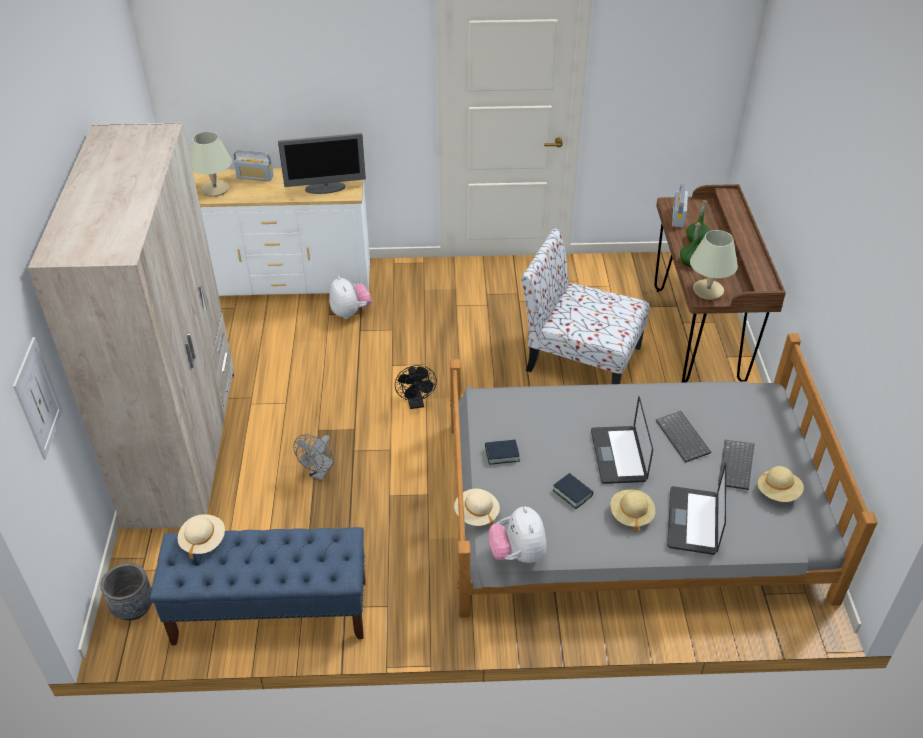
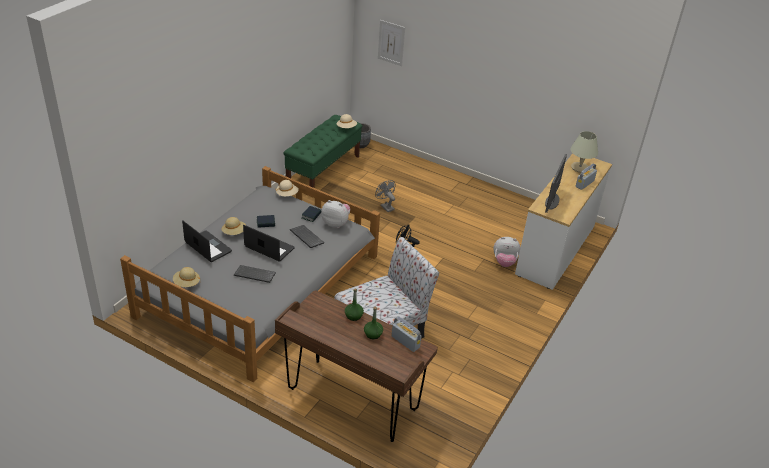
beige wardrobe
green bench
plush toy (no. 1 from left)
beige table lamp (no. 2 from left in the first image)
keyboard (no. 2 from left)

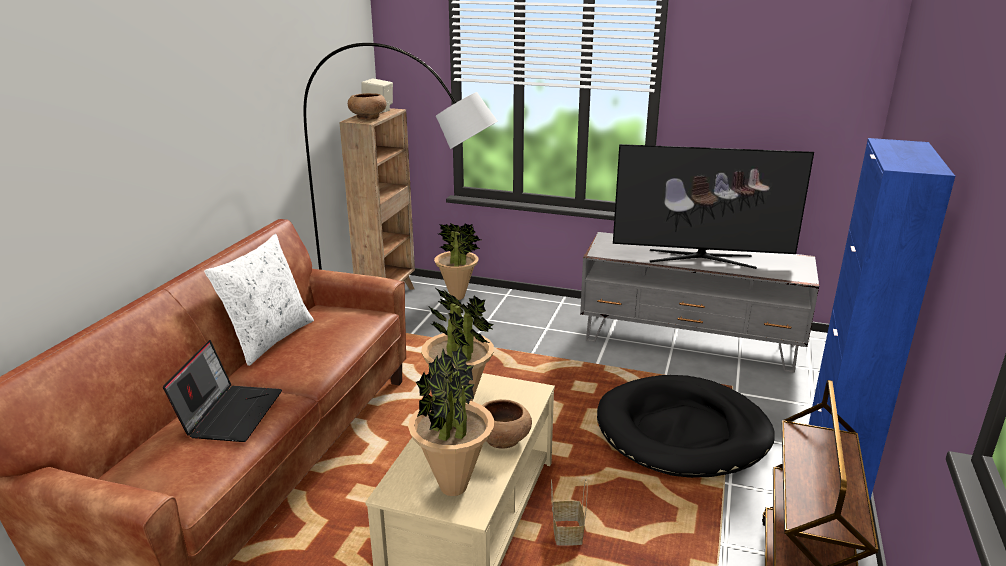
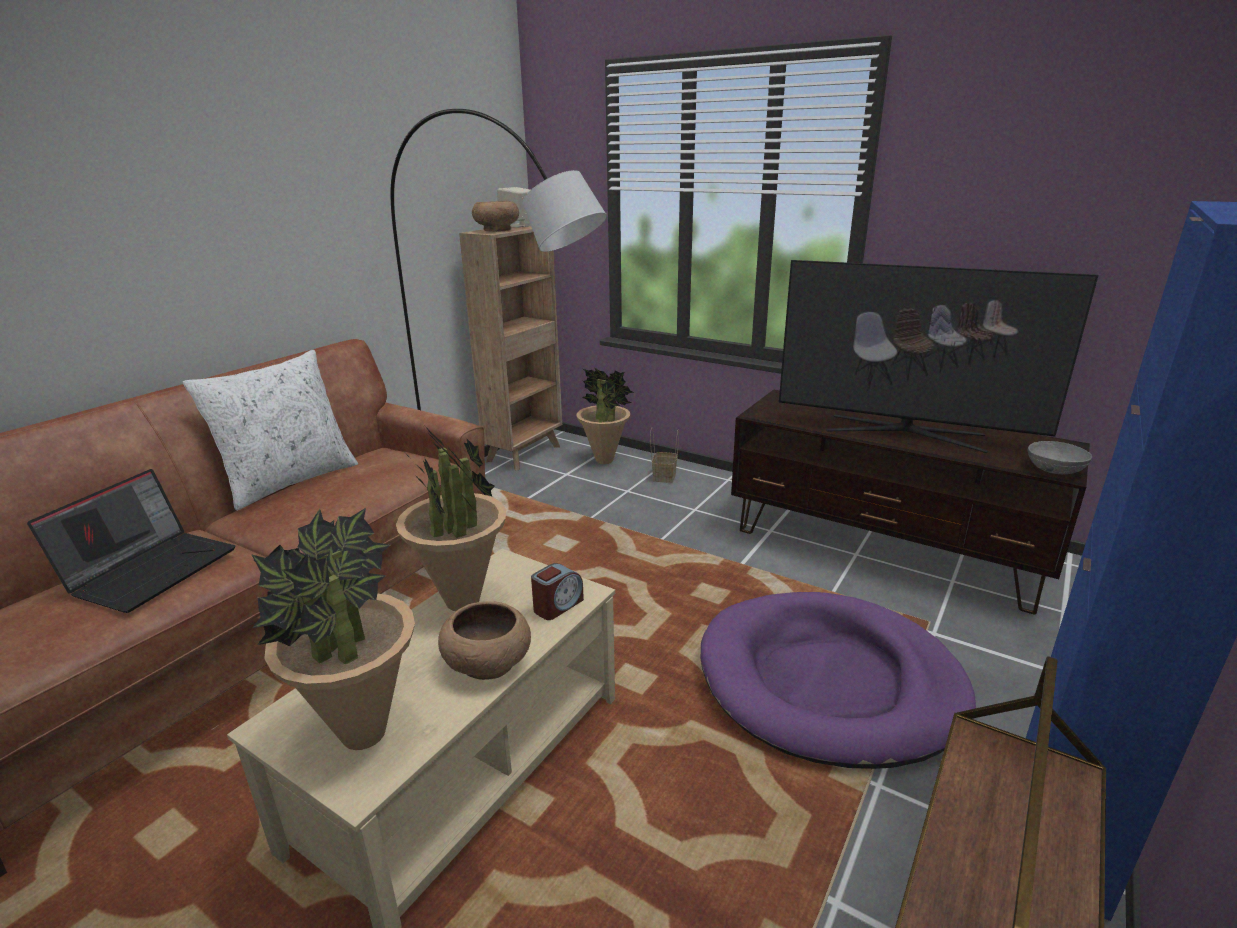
basket
brown tv stand
purple dog bed
alarm clock
grey bowl

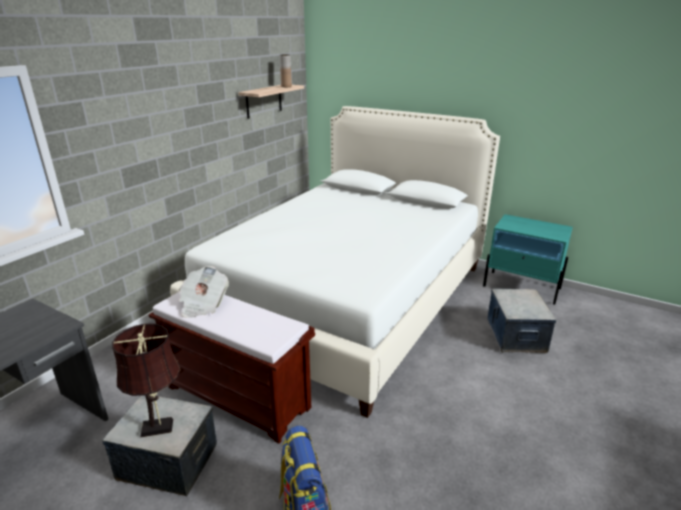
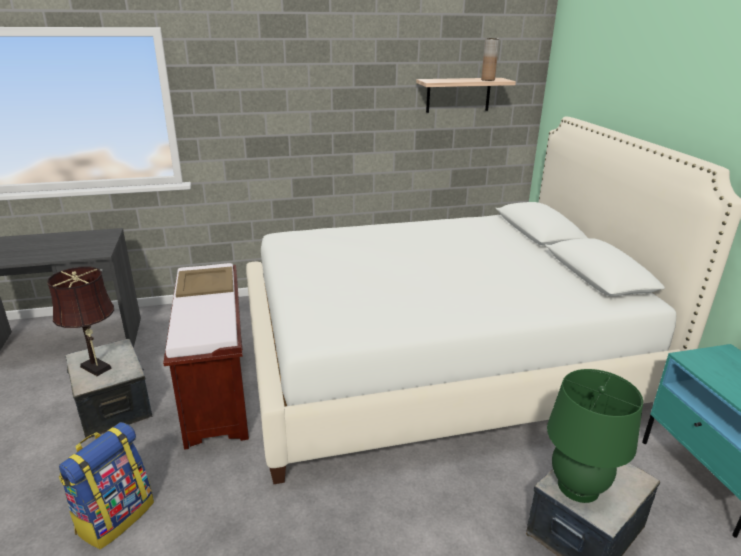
beige tray
green table lamp

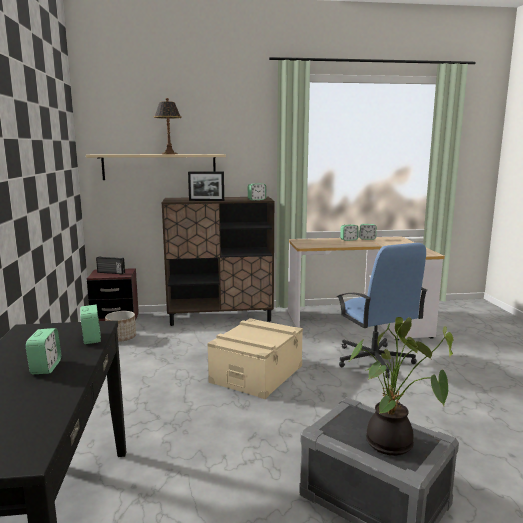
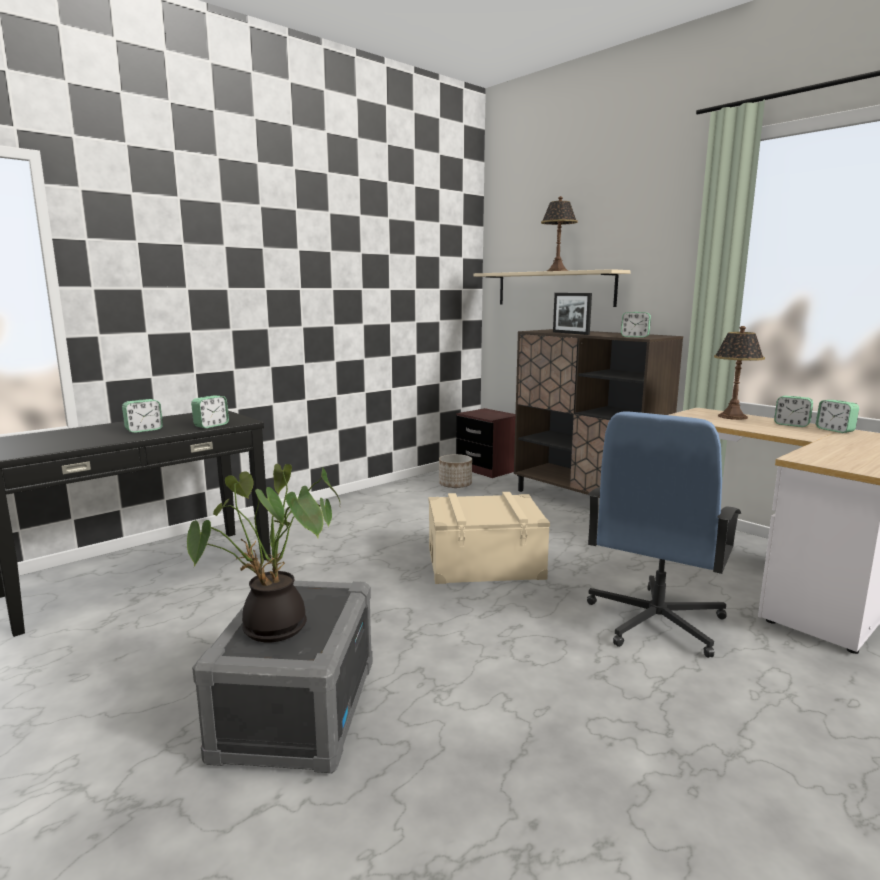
radio
table lamp (no. 2 from left)

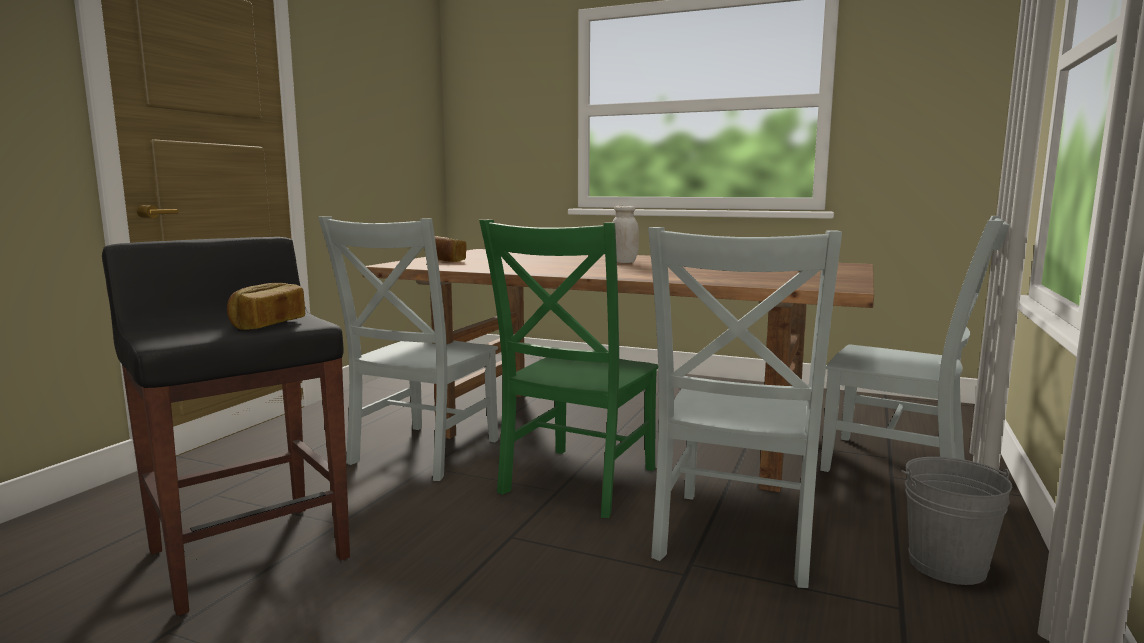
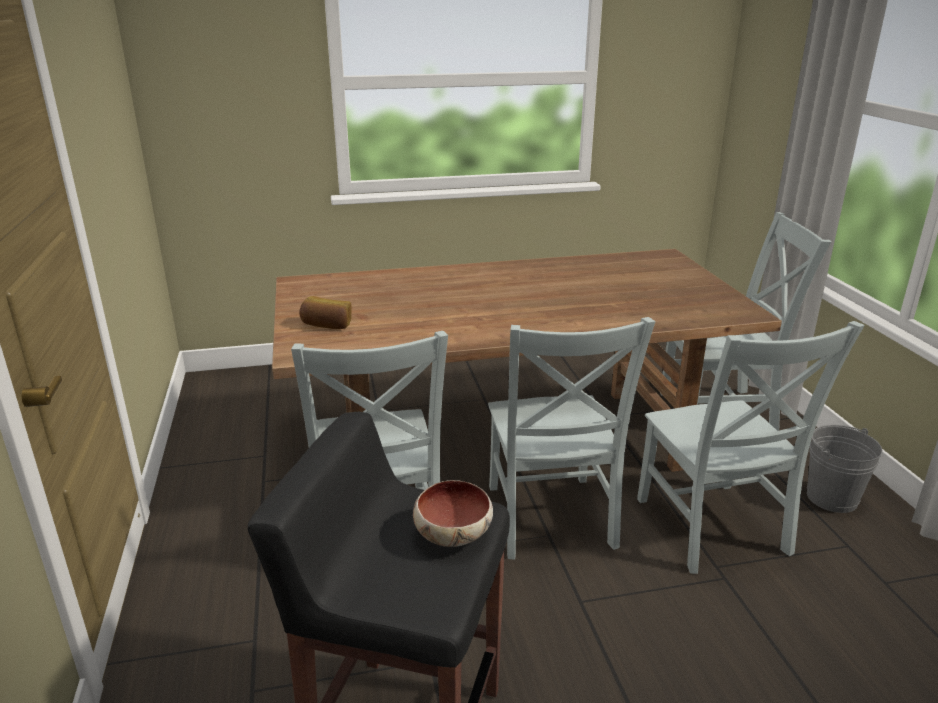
bowl
grey chair (no. 2 from left)
white jar

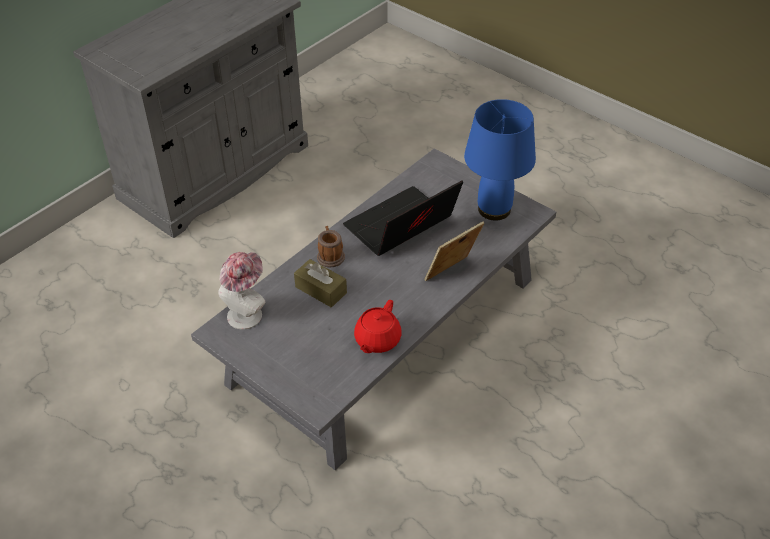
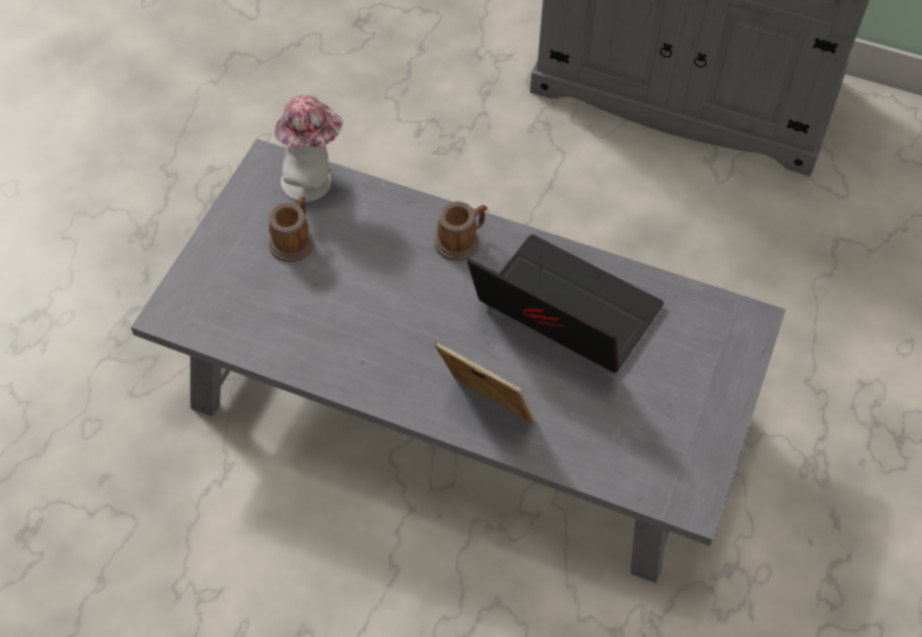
brown tissue box
red teapot
blue table lamp
mug (no. 1 from left)

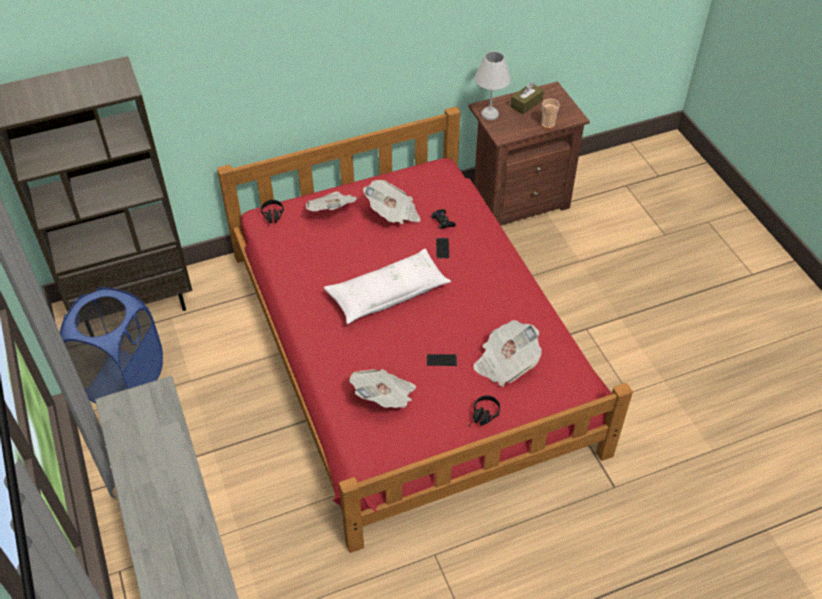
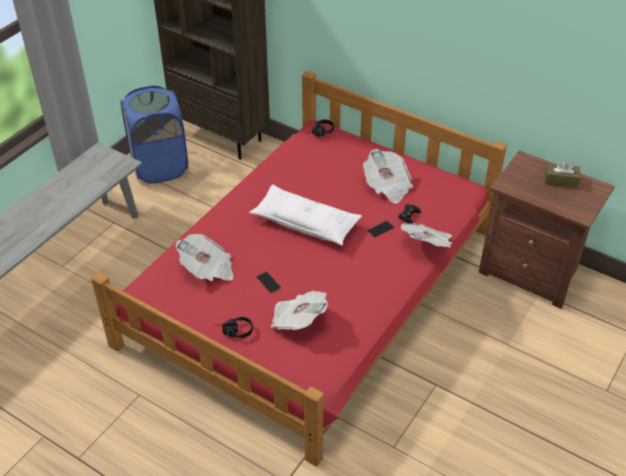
newspaper (no. 4 from left)
white table lamp
cup

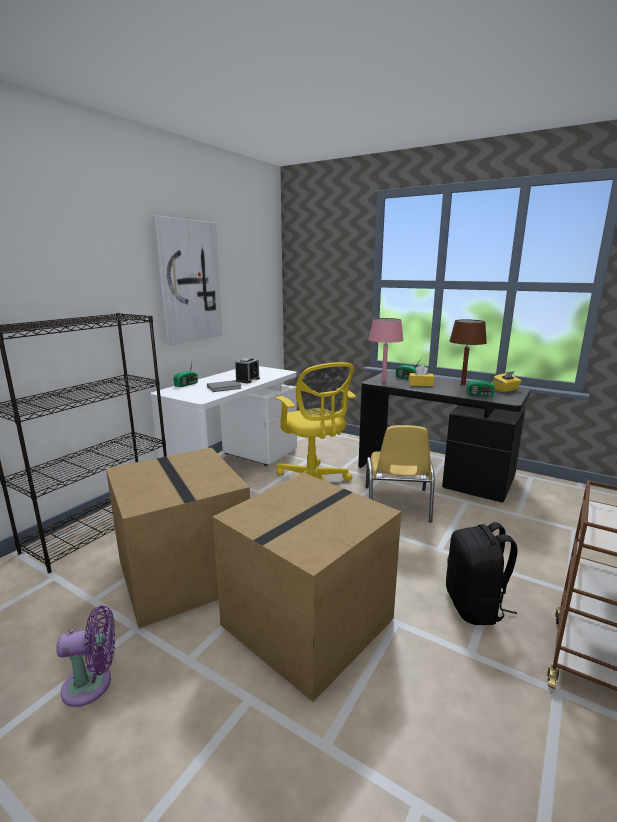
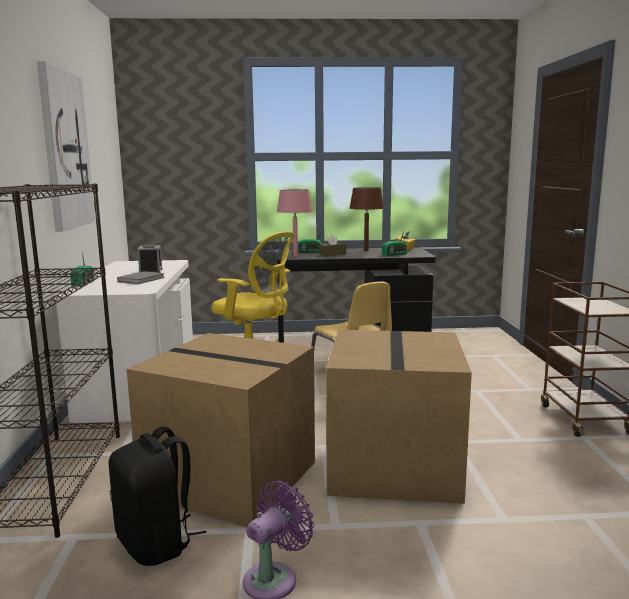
brown tissue box
black backpack

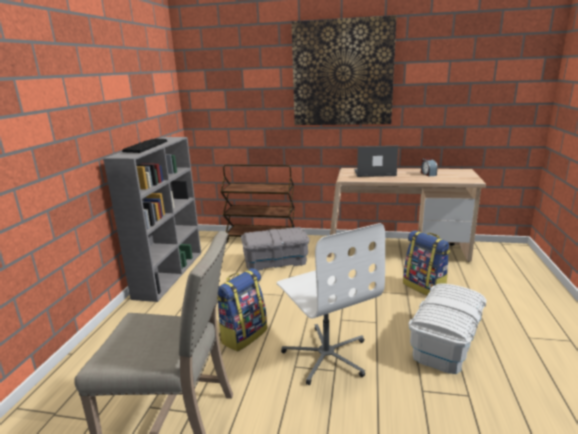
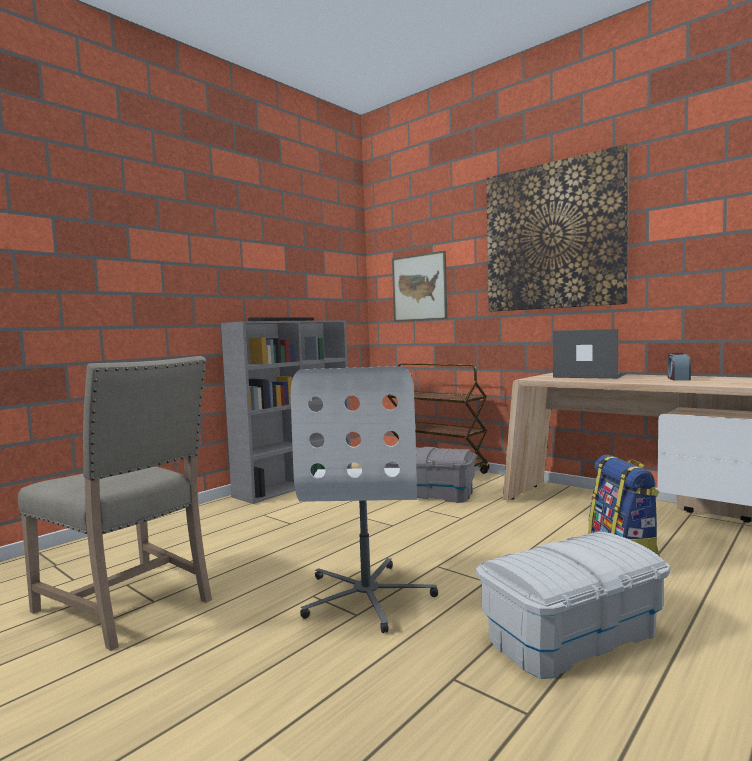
backpack (no. 1 from left in the first image)
picture (no. 1 from left)

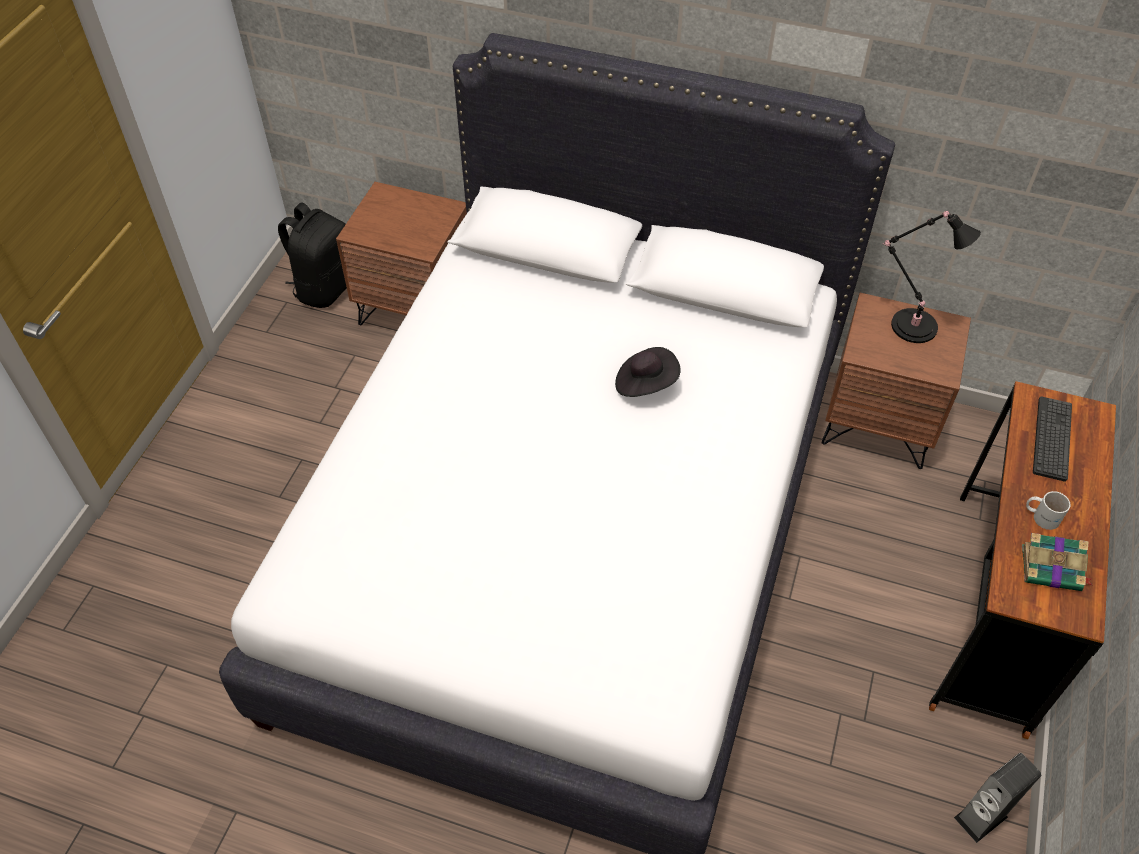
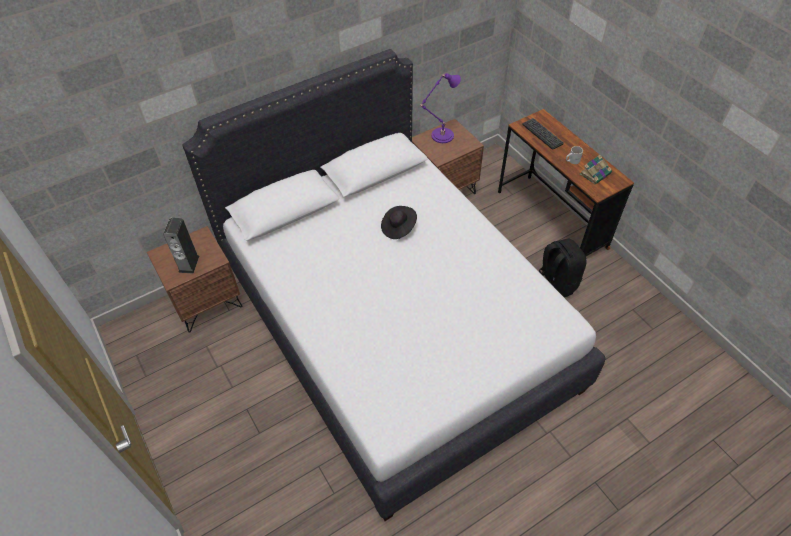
black backpack
purple table lamp
speaker

